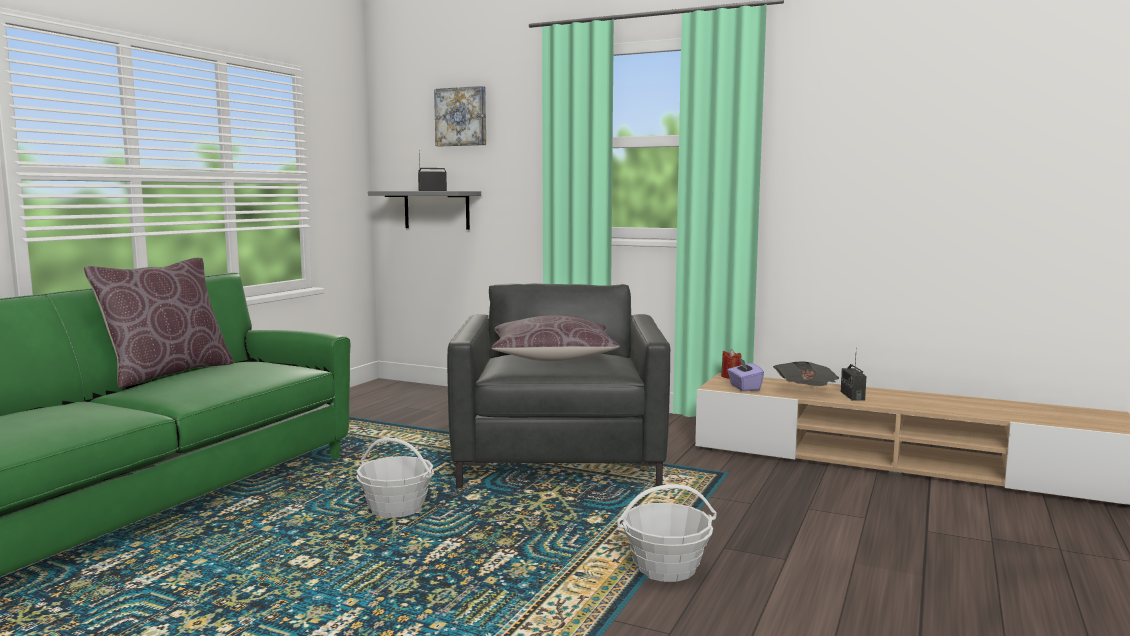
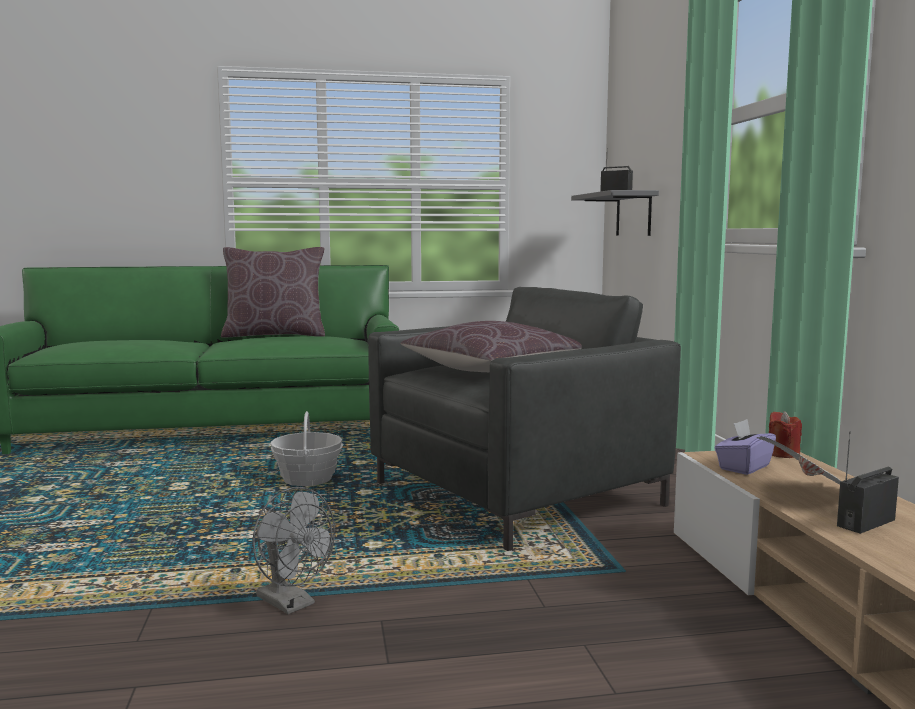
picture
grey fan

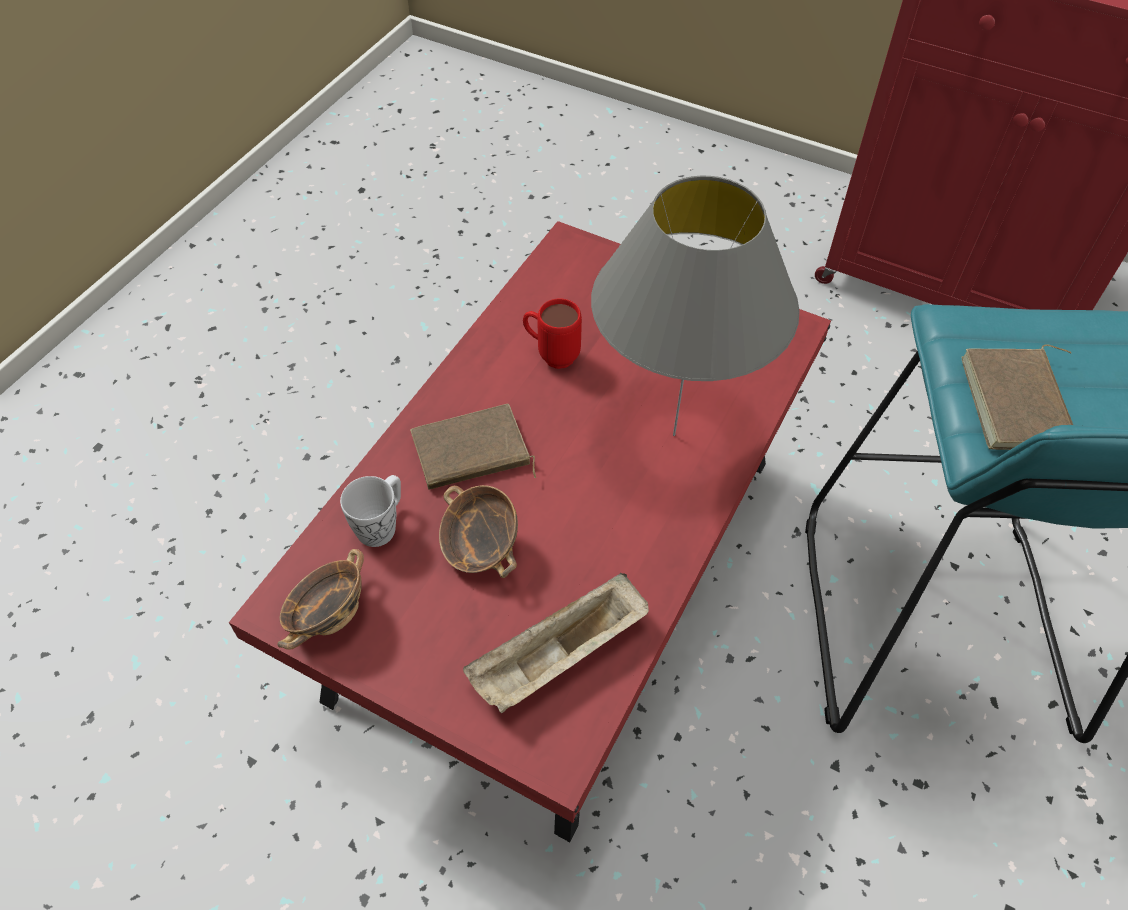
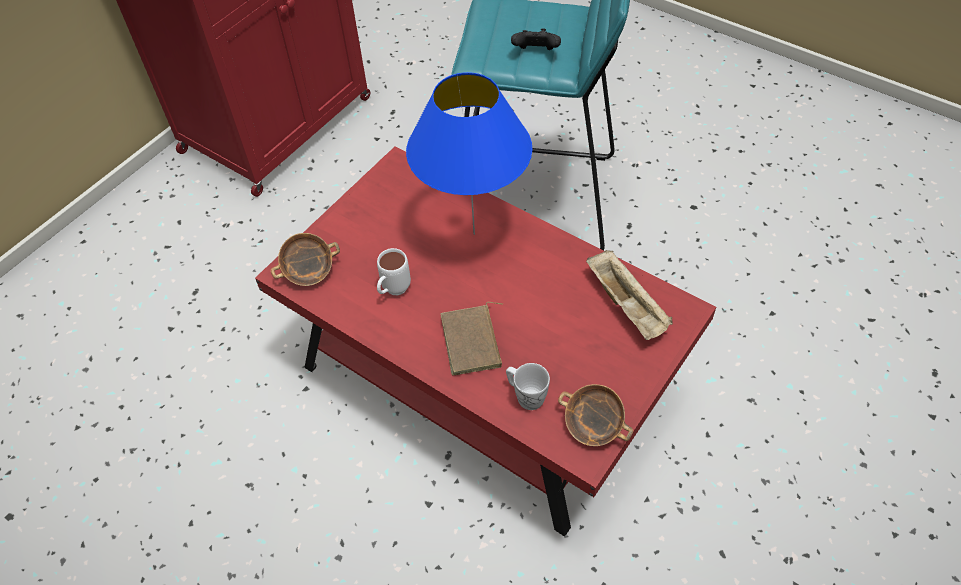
bowl (no. 1 from left)
white mug (no. 1 from left)
blue table lamp
black game controller

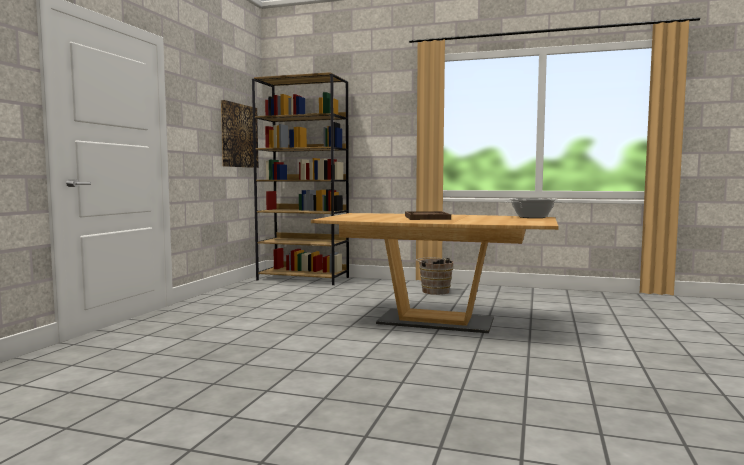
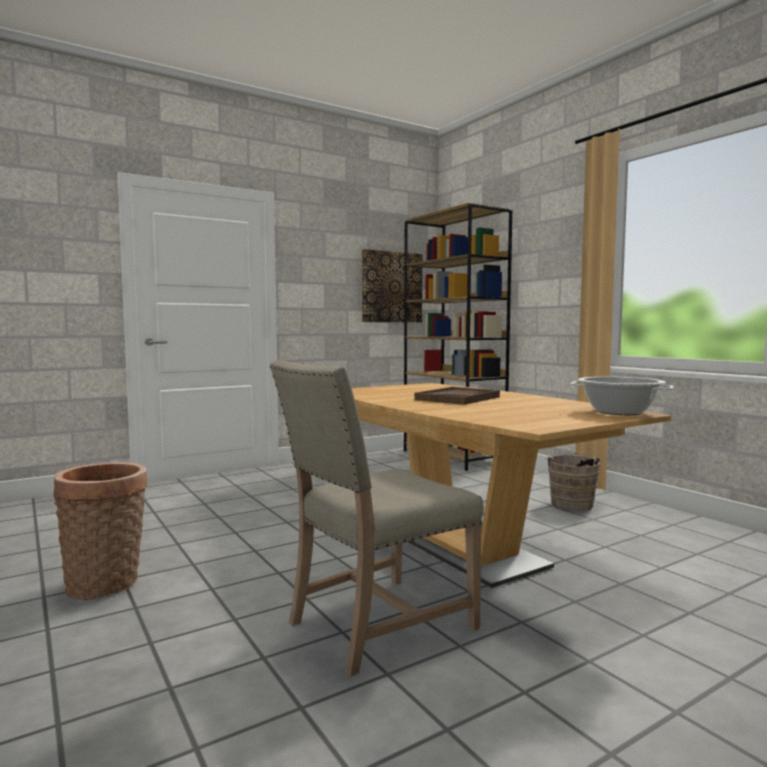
basket
beige chair

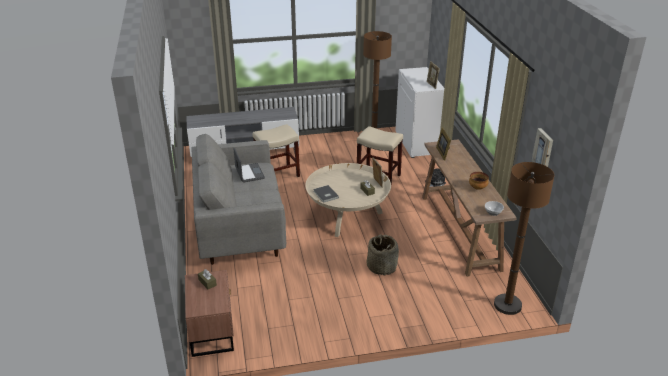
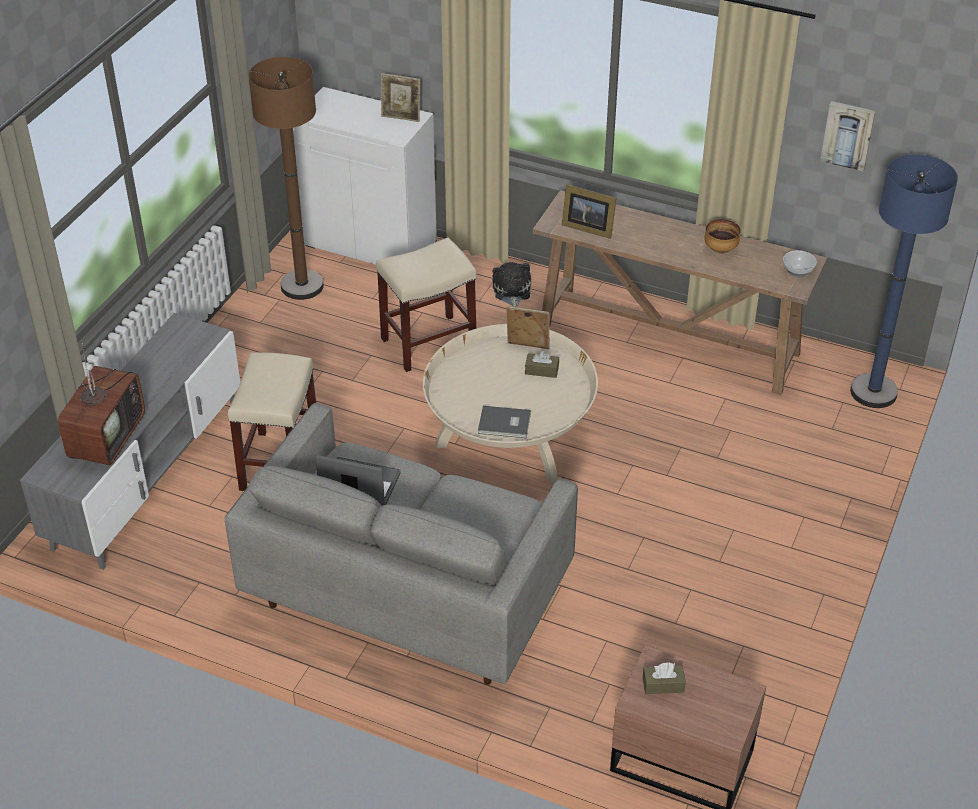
basket
blue floor lamp
television

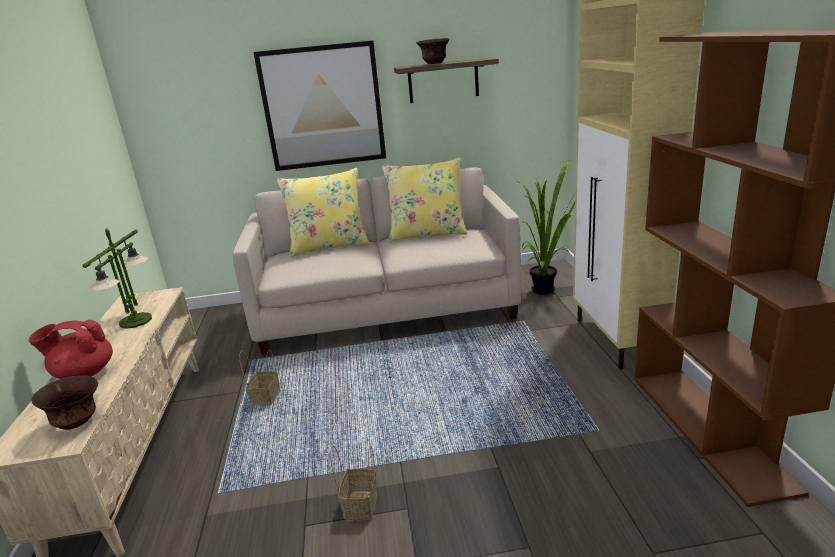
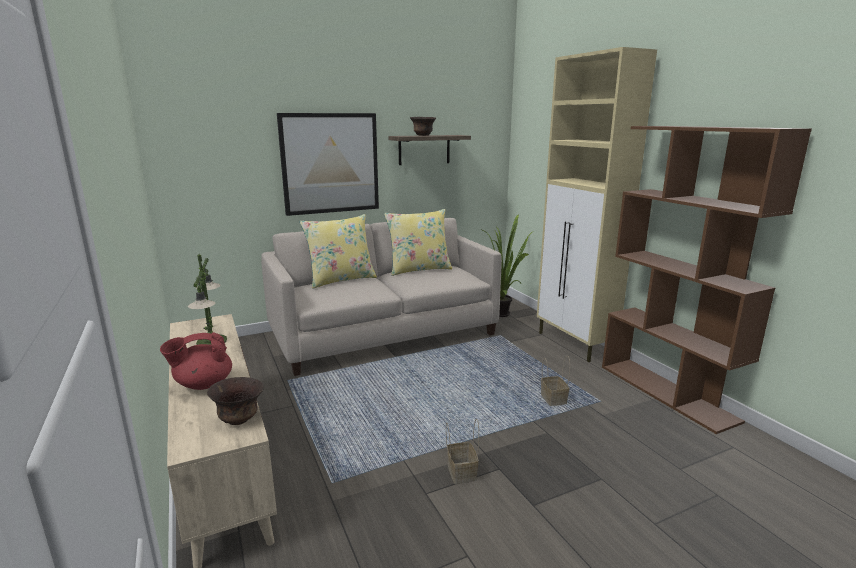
basket (no. 2 from left)

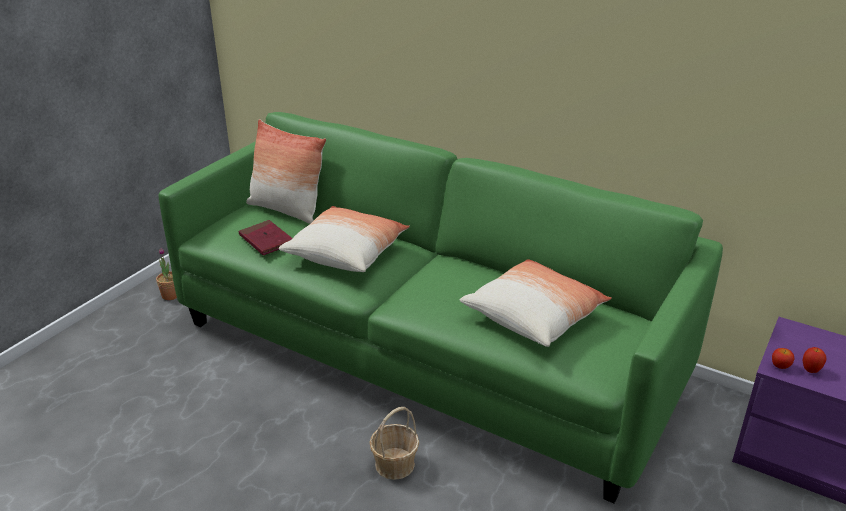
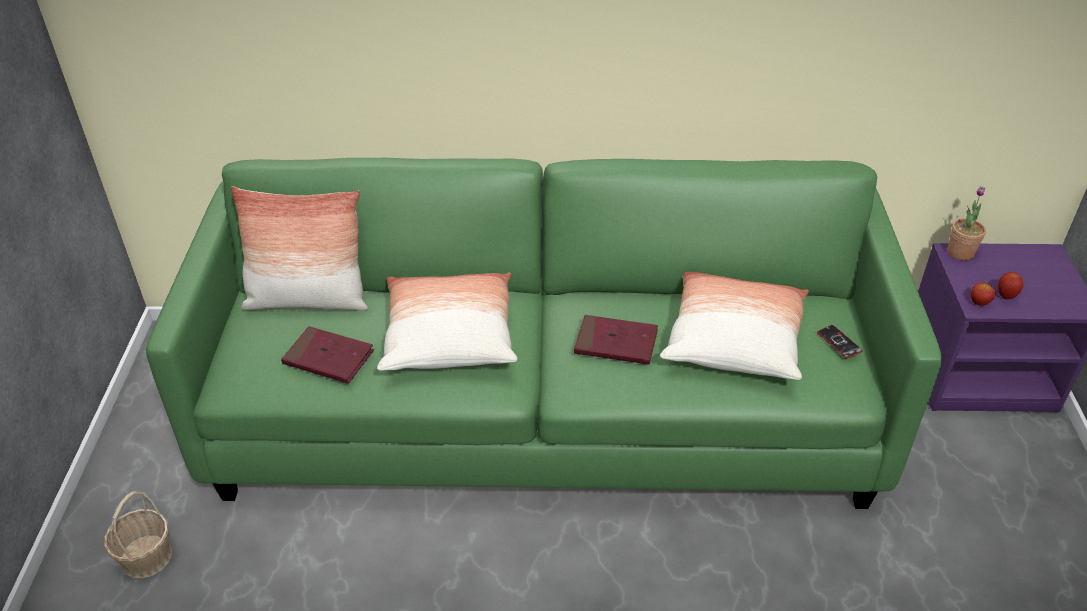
potted plant
basket
red book (no. 2 from left)
phone

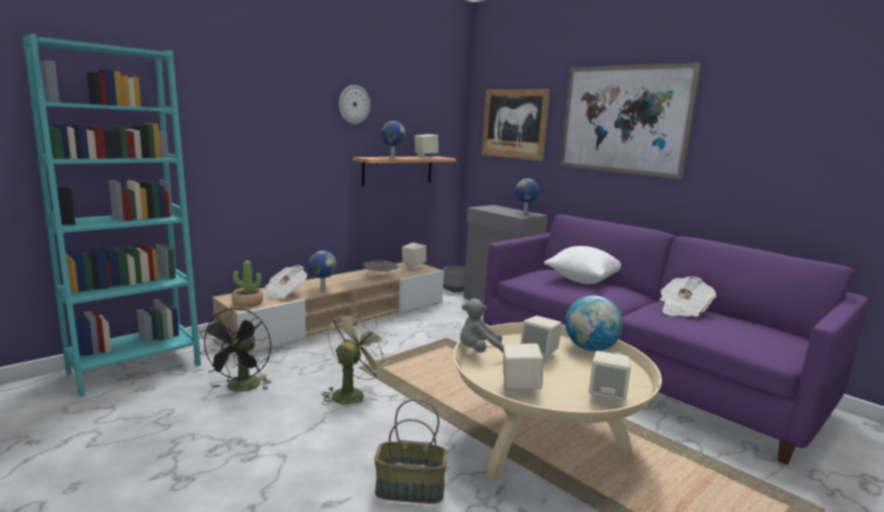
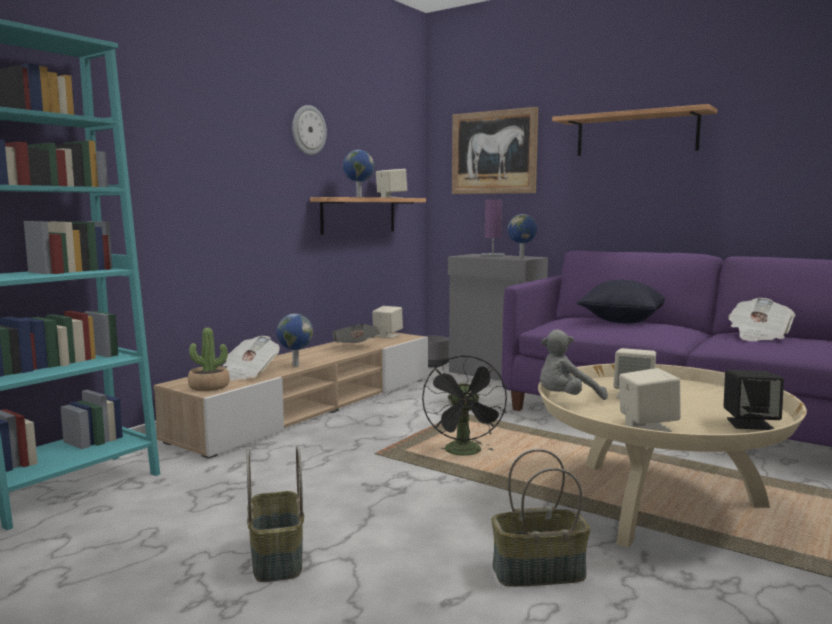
black fan
green fan
black pillow
shelf (no. 2 from left)
globe (no. 4 from left in the first image)
black speaker
basket (no. 1 from left)
purple table lamp

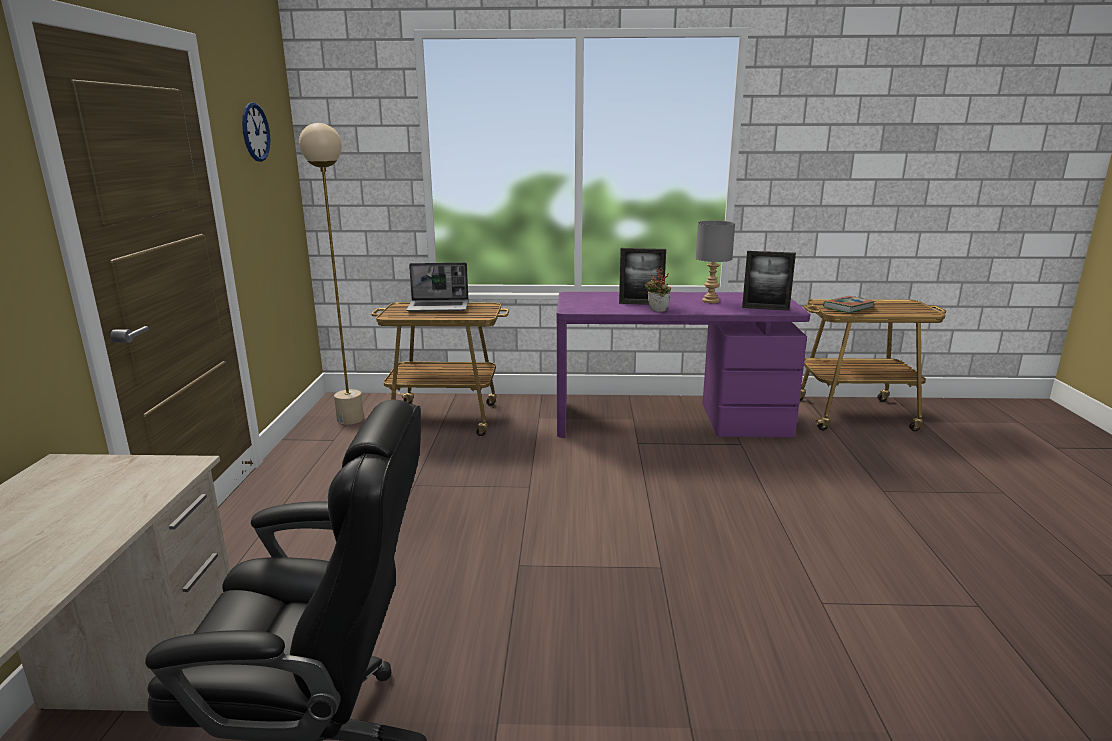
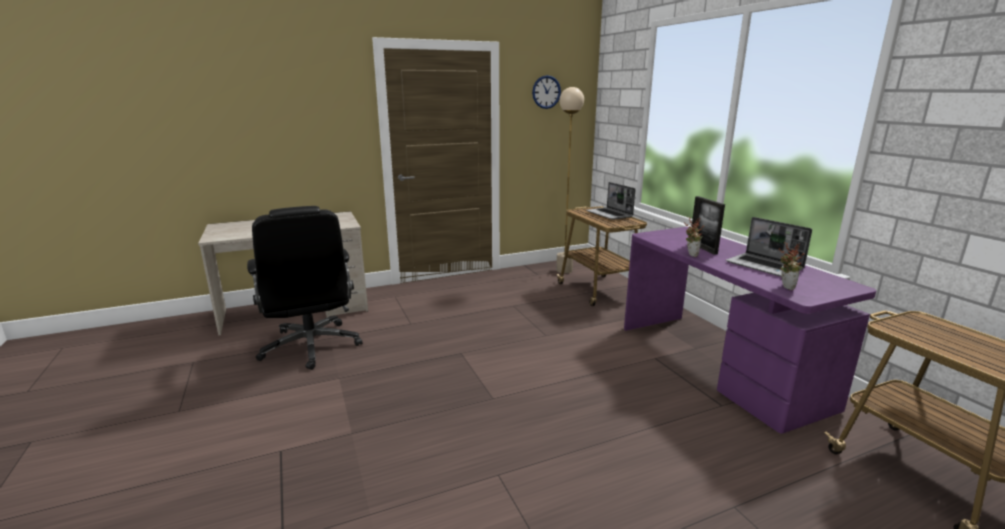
laptop (no. 2 from left)
potted plant (no. 2 from left)
book

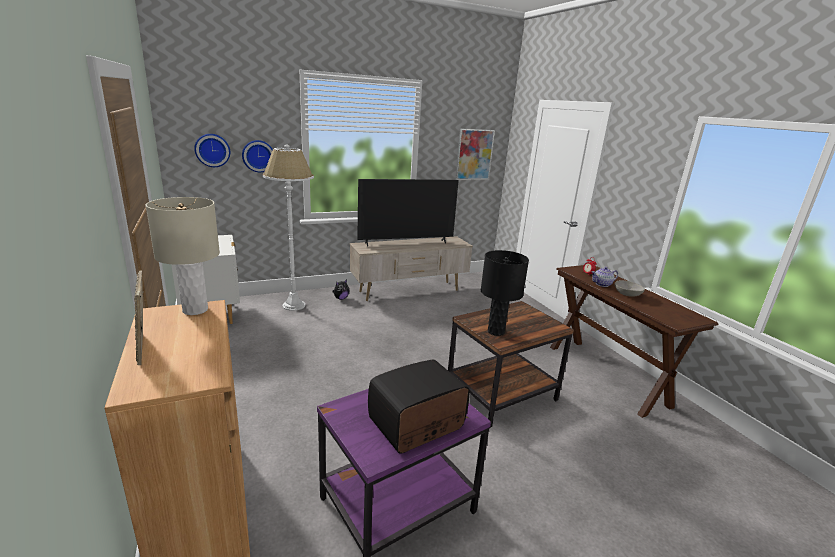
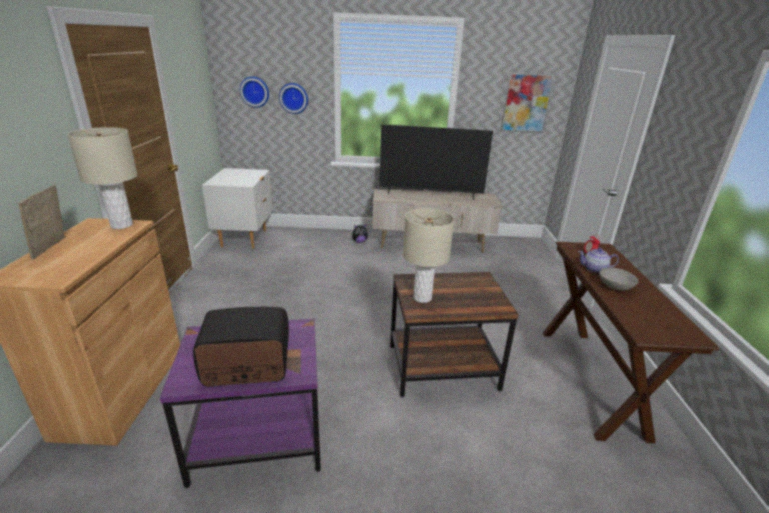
white floor lamp
beige table lamp (no. 2 from left)

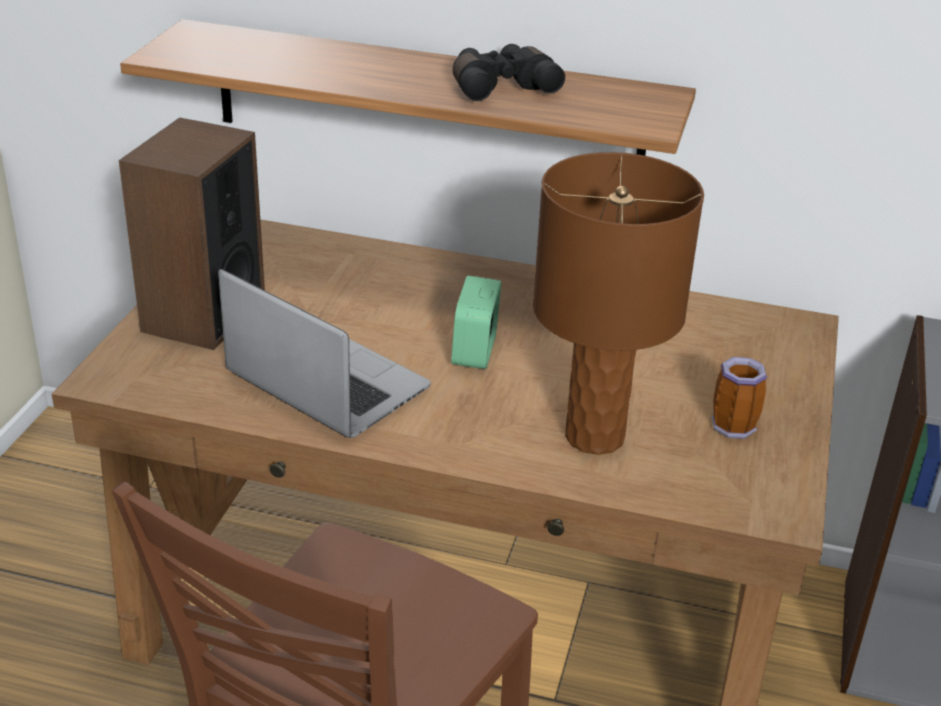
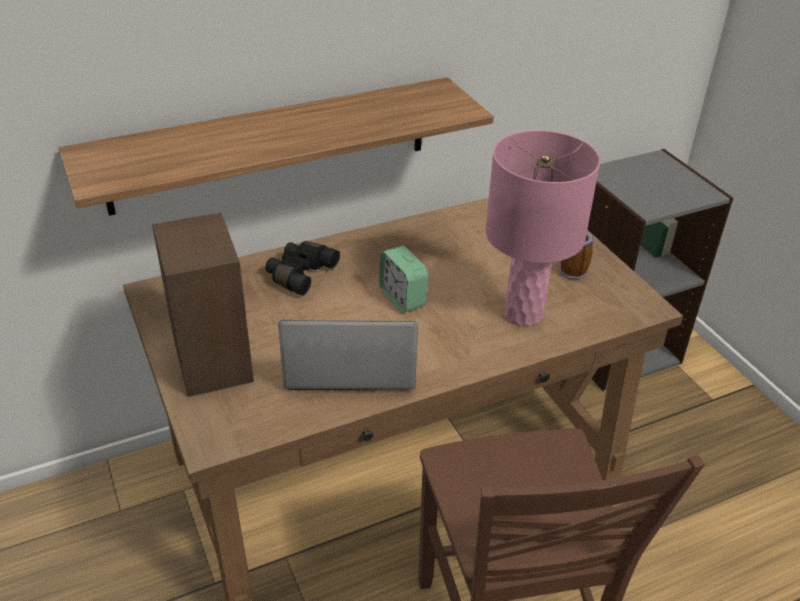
black binoculars
pink table lamp

